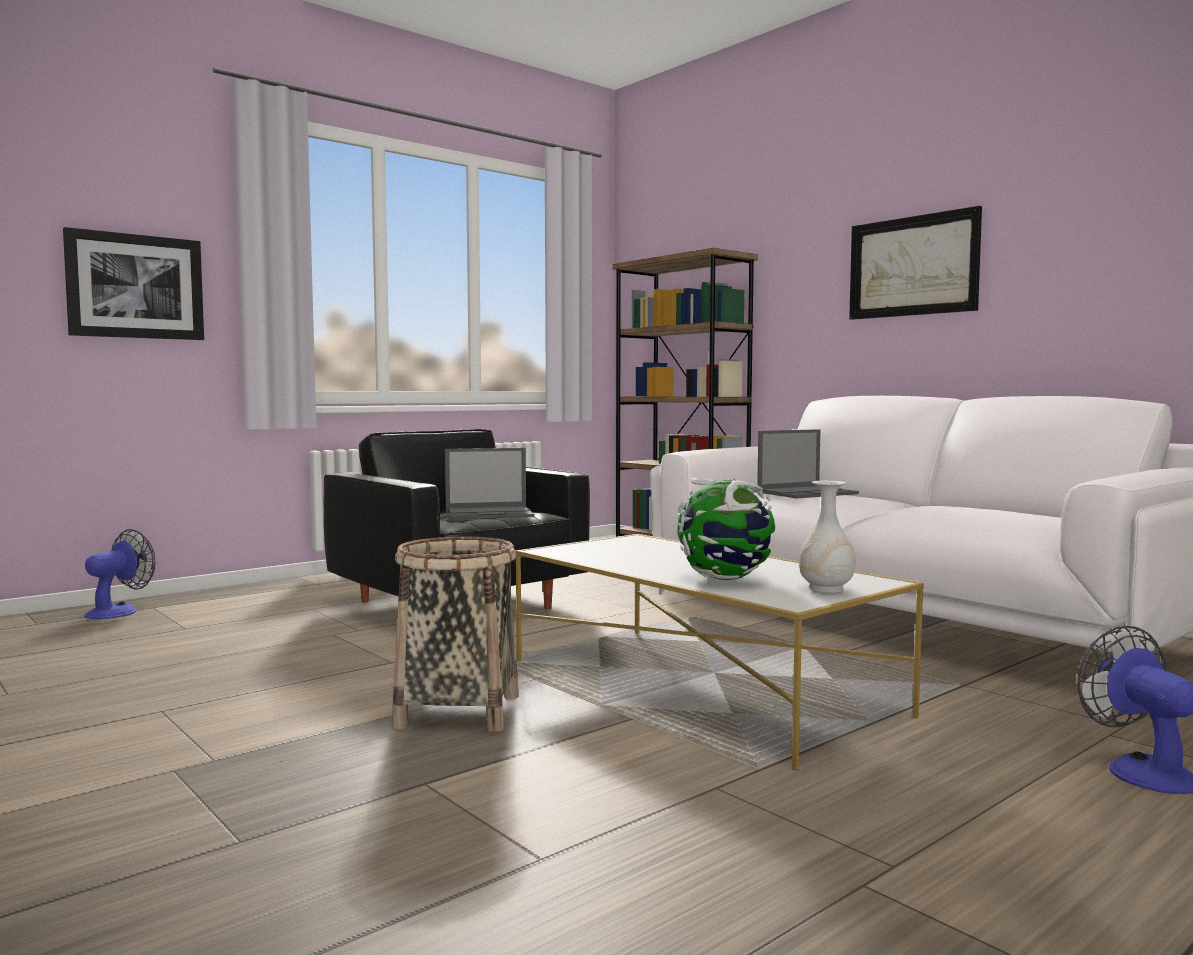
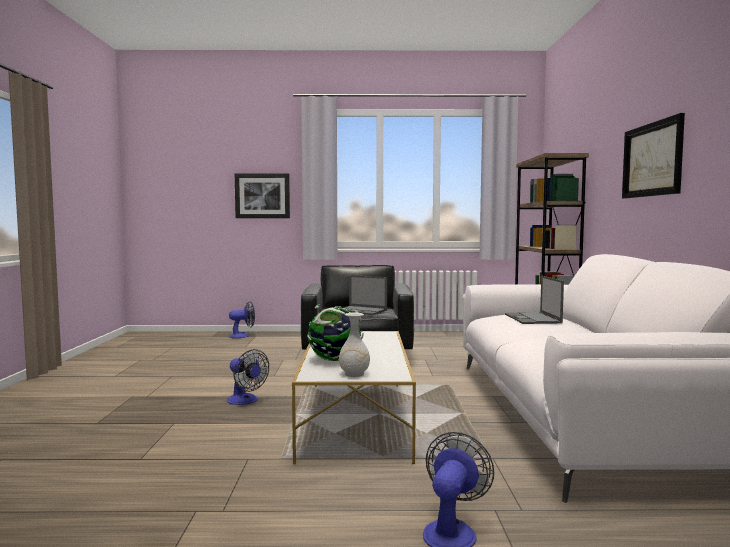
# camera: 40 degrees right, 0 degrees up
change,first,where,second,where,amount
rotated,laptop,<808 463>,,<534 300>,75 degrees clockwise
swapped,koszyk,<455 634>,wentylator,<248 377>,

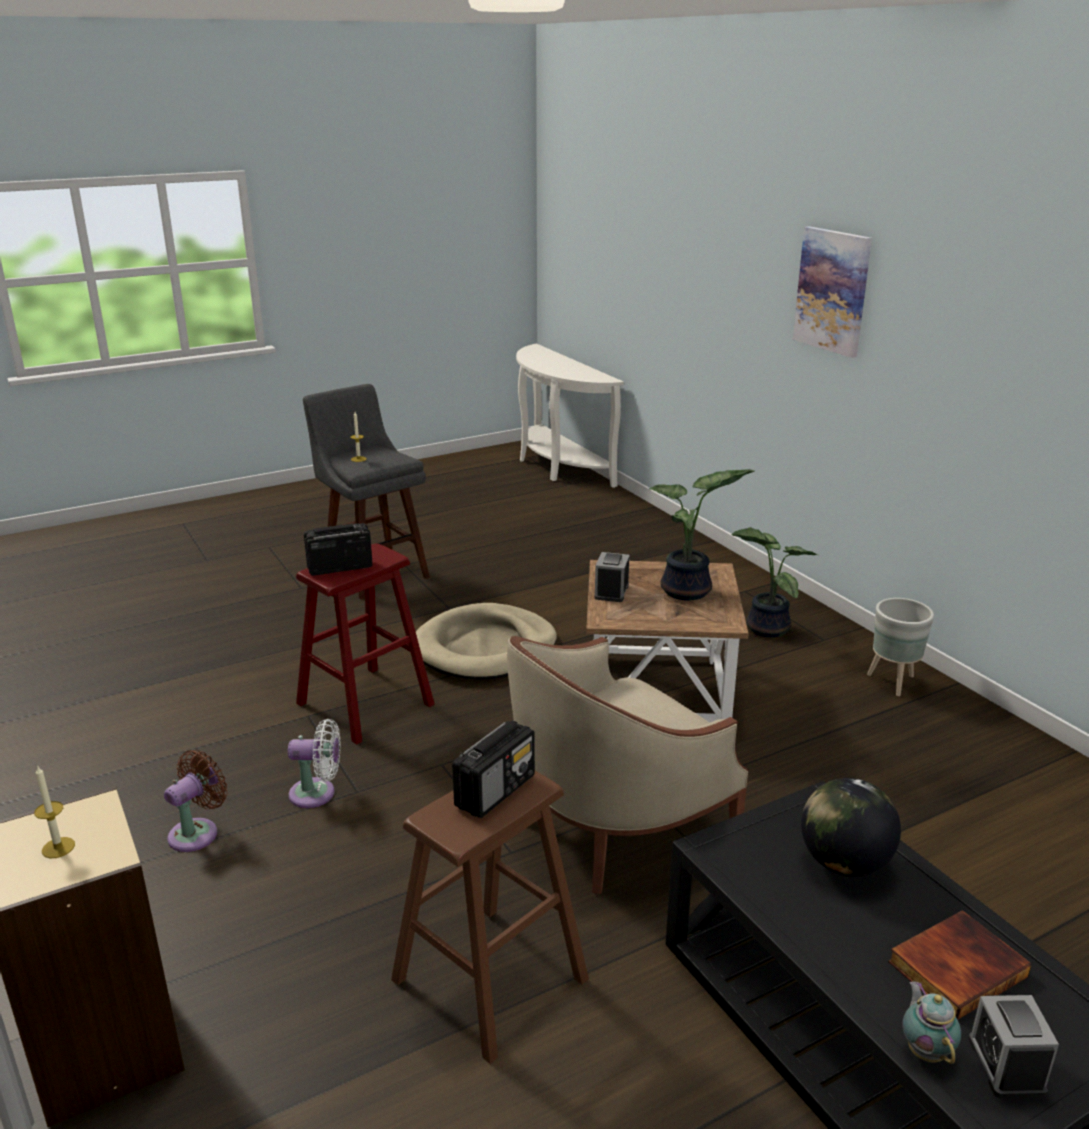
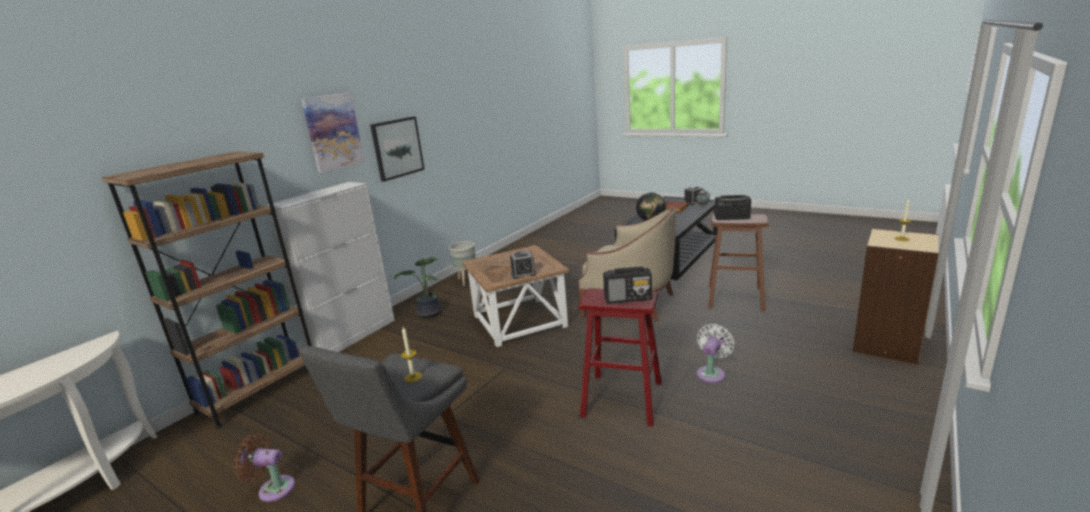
# camera: 115 degrees left, 5 degrees down
change,first,where,second,where,amount
gone,roślina doniczkowa,<702 534>,,,
rotated,radio,<338 549>,,<627 285>,45 degrees counterclockwise
gone,legowisko (beżowy),<486 641>,,,
rotated,wentylator (biały),<314 763>,,<716 353>,60 degrees clockwise
shifted,wentylator (brązowy),<196 801>,,<264 467>,
new,,,obraz,<397 149>,
new,,,regał (brązowy),<207 290>,
new,,,szafka (biały),<330 267>,

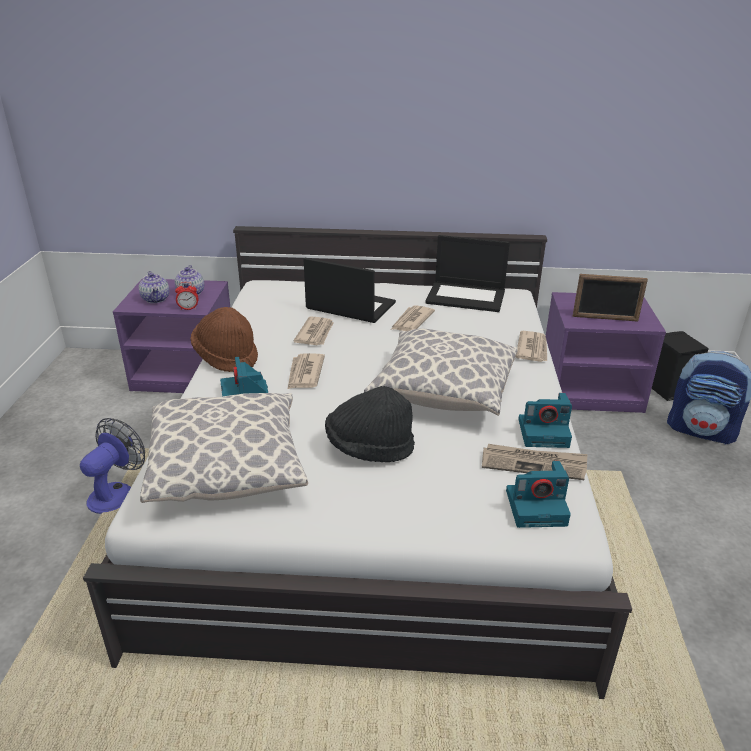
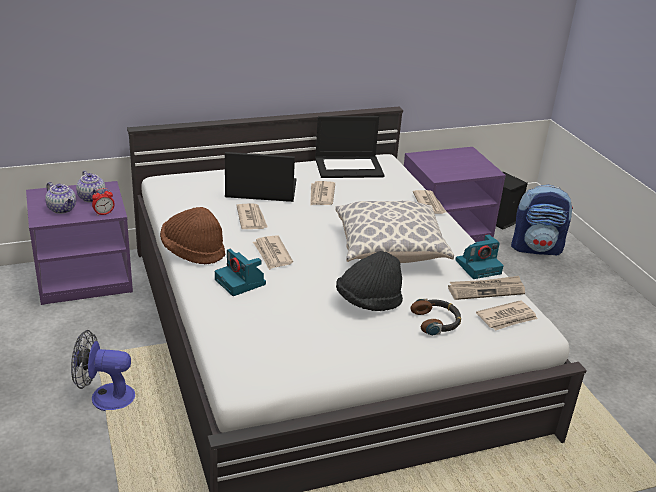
# camera: 25 degrees left, 0 degrees up
change,first,where,second,where,amount
gone,ramka na zdjęcie,<610 298>,,,
gone,poduszka,<224 448>,,,
rotated,wentylator,<112 466>,,<103 370>,90 degrees counterclockwise
swapped,aparat fotograficzny,<538 494>,gazeta,<507 315>,
new,,,słuchawki,<435 317>,

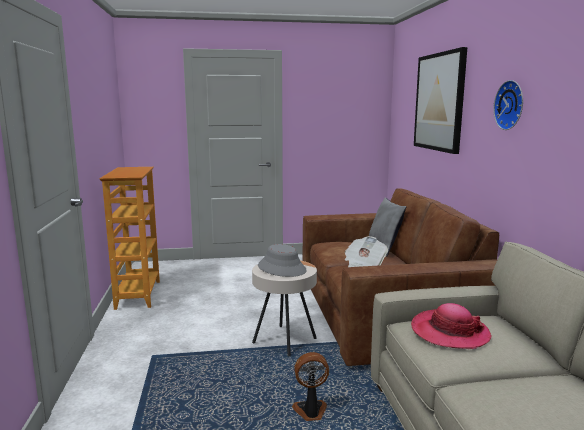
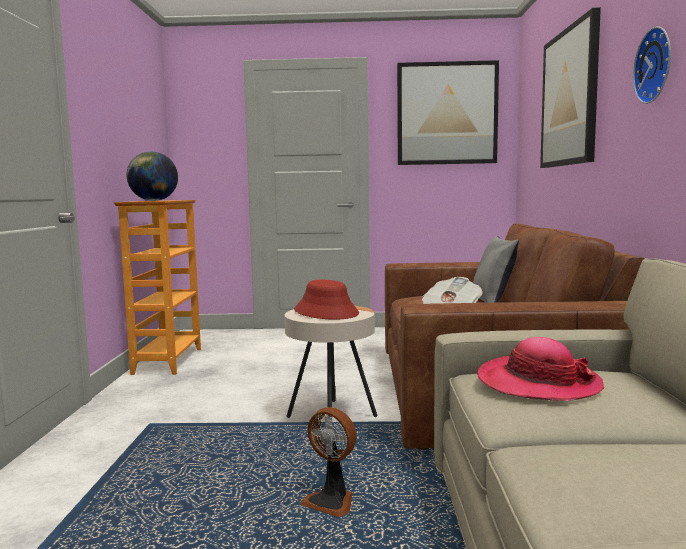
# camera: 10 degrees right, 5 degrees down
change,first,where,second,where,amount
repainted,kapelusz (szary),<282 260>,kapelusz (czerwony),<326 300>,
rotated,wentylator,<310 386>,,<329 462>,150 degrees counterclockwise
new,,,obraz,<448 112>,
new,,,globus,<152 176>,

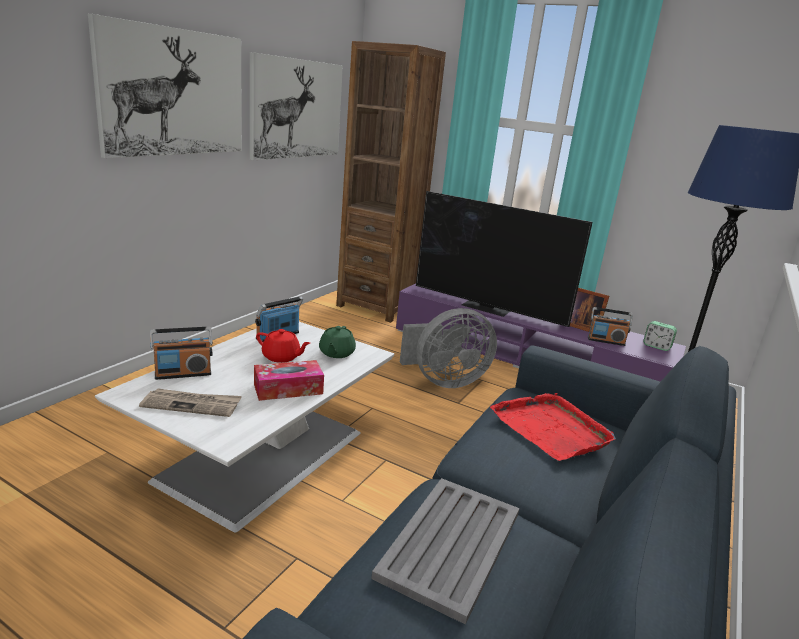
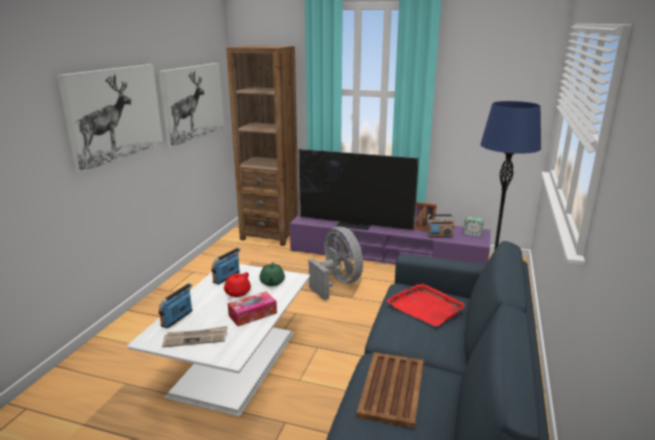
# camera: 10 degrees left, 0 degrees up
change,first,where,second,where,amount
rotated,wentylator (szary),<448 348>,,<336 263>,90 degrees counterclockwise
rotated,radio,<181 353>,,<176 305>,150 degrees clockwise
rotated,imbryk (czerwony),<283 346>,,<237 284>,105 degrees clockwise
repainted,taca (szary),<445 551>,taca (brązowy),<390 390>,

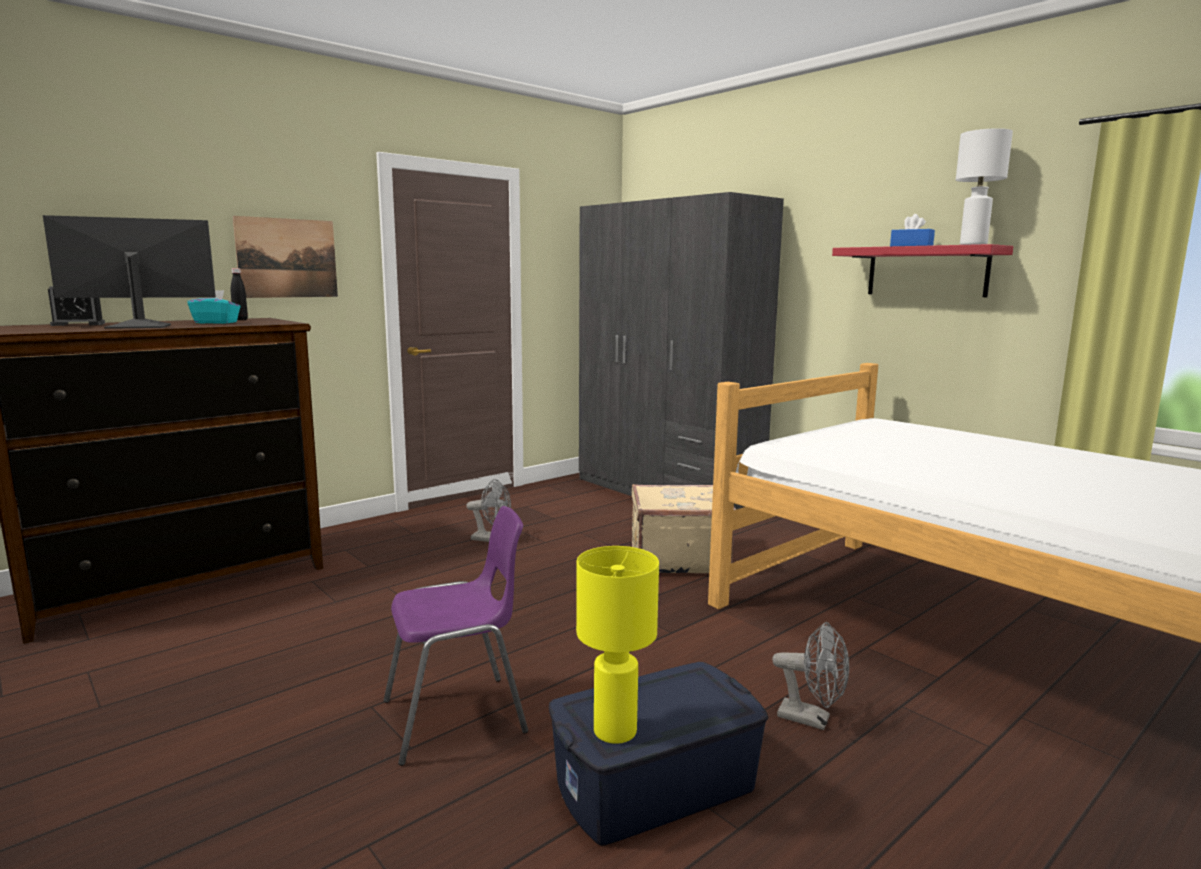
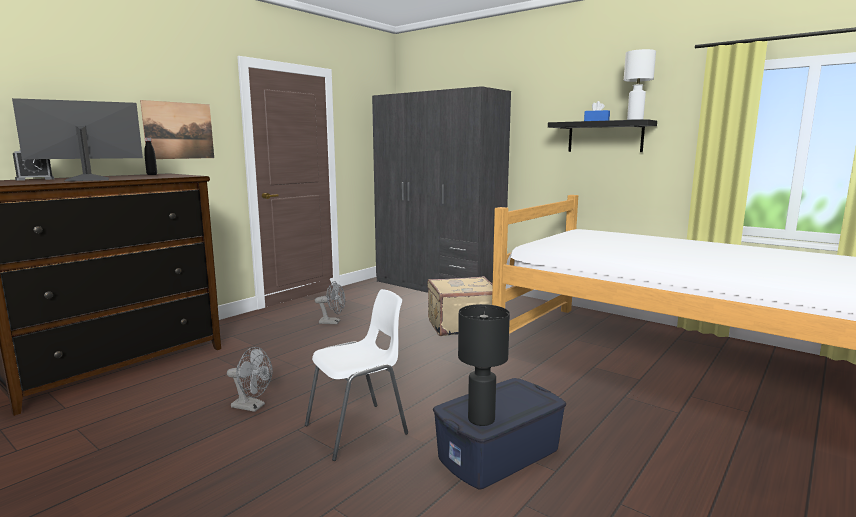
# camera: 10 degrees left, 0 degrees up
change,first,where,second,where,amount
repainted,półka (czerwony),<922 270>,półka (czarny),<602 135>,
gone,pudełko chusteczek (turkusowy),<214 307>,,,
repainted,krzesło (fioletowy),<456 636>,krzesło (biały),<356 375>,
repainted,lampa stołowa (żółty),<617 645>,lampa stołowa (czarny),<484 365>,
shifted,wentylator (szary),<810 676>,,<249 379>,

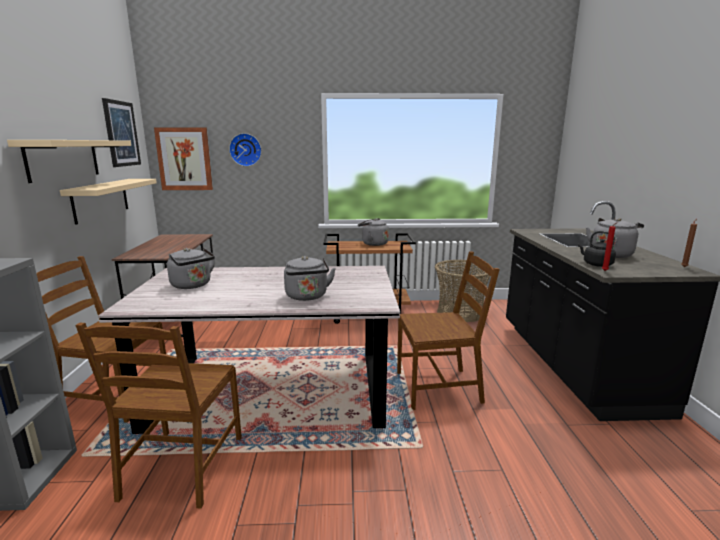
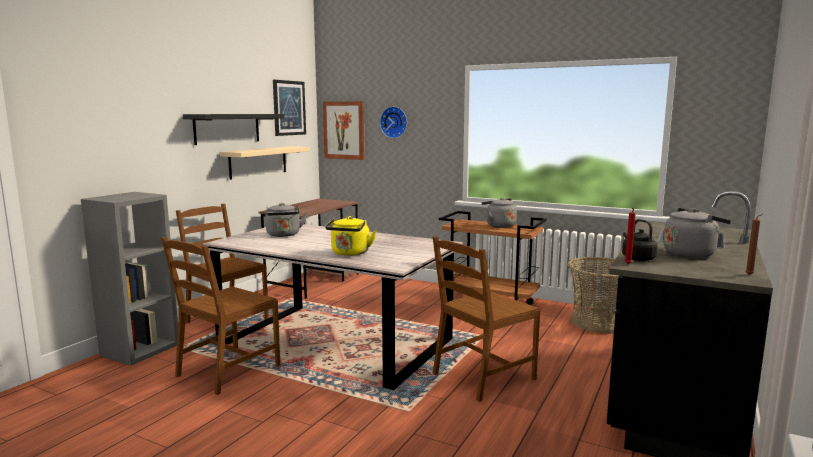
# camera: 30 degrees right, 5 degrees down
change,first,where,second,where,amount
repainted,półka (beżowy),<69 161>,półka (czarny),<233 129>,
rotated,krzesło (brązowy),<448 330>,,<486 319>,120 degrees clockwise
repainted,czajnik (szary),<310 278>,czajnik (żółty),<350 236>,

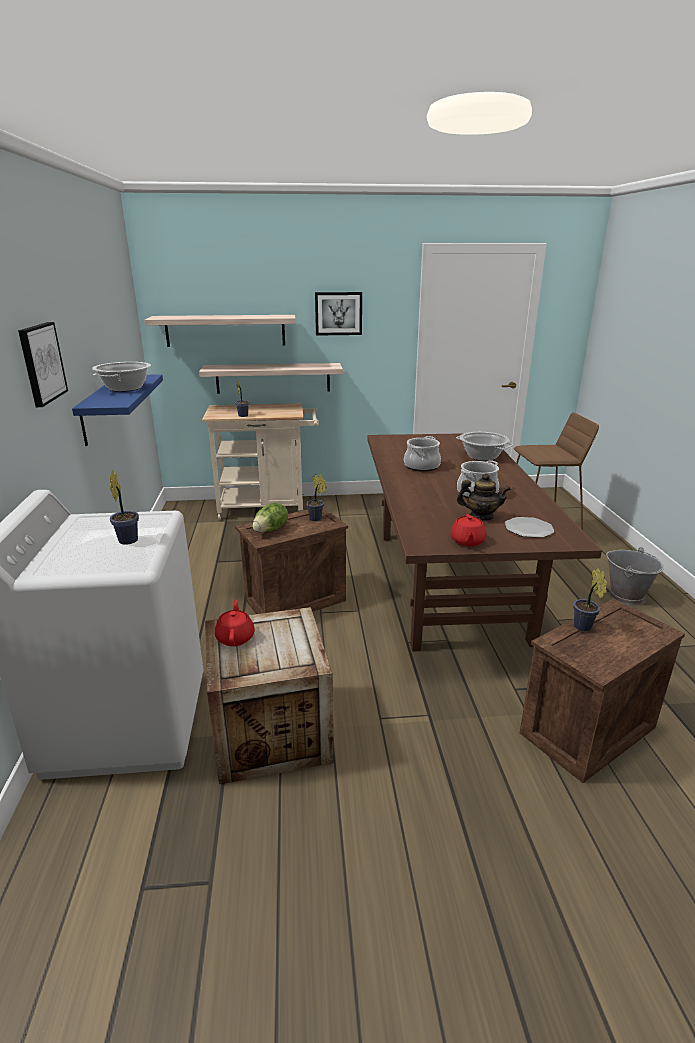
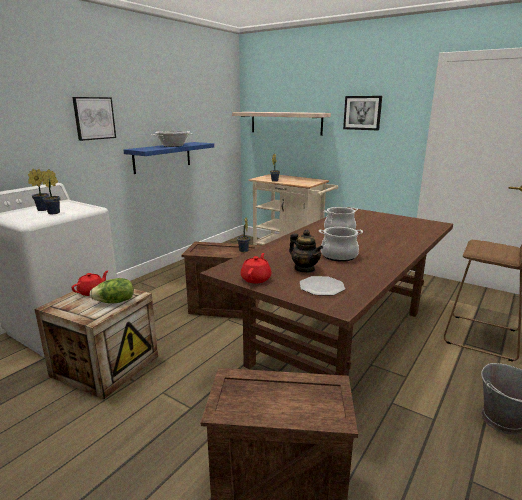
# camera: 40 degrees right, 5 degrees down
change,first,where,second,where,amount
gone,półka,<271 378>,,,
gone,garnek,<485 446>,,,
shifted,sałata,<270 517>,,<111 290>,
rotated,imbryk (czerwony),<468 530>,,<256 268>,150 degrees clockwise
shifted,roślina doniczkowa,<590 599>,,<38 190>,

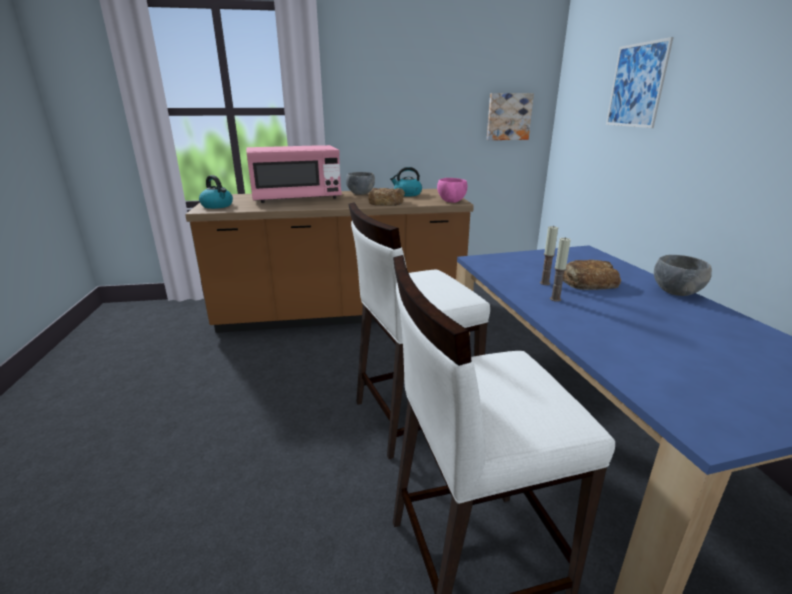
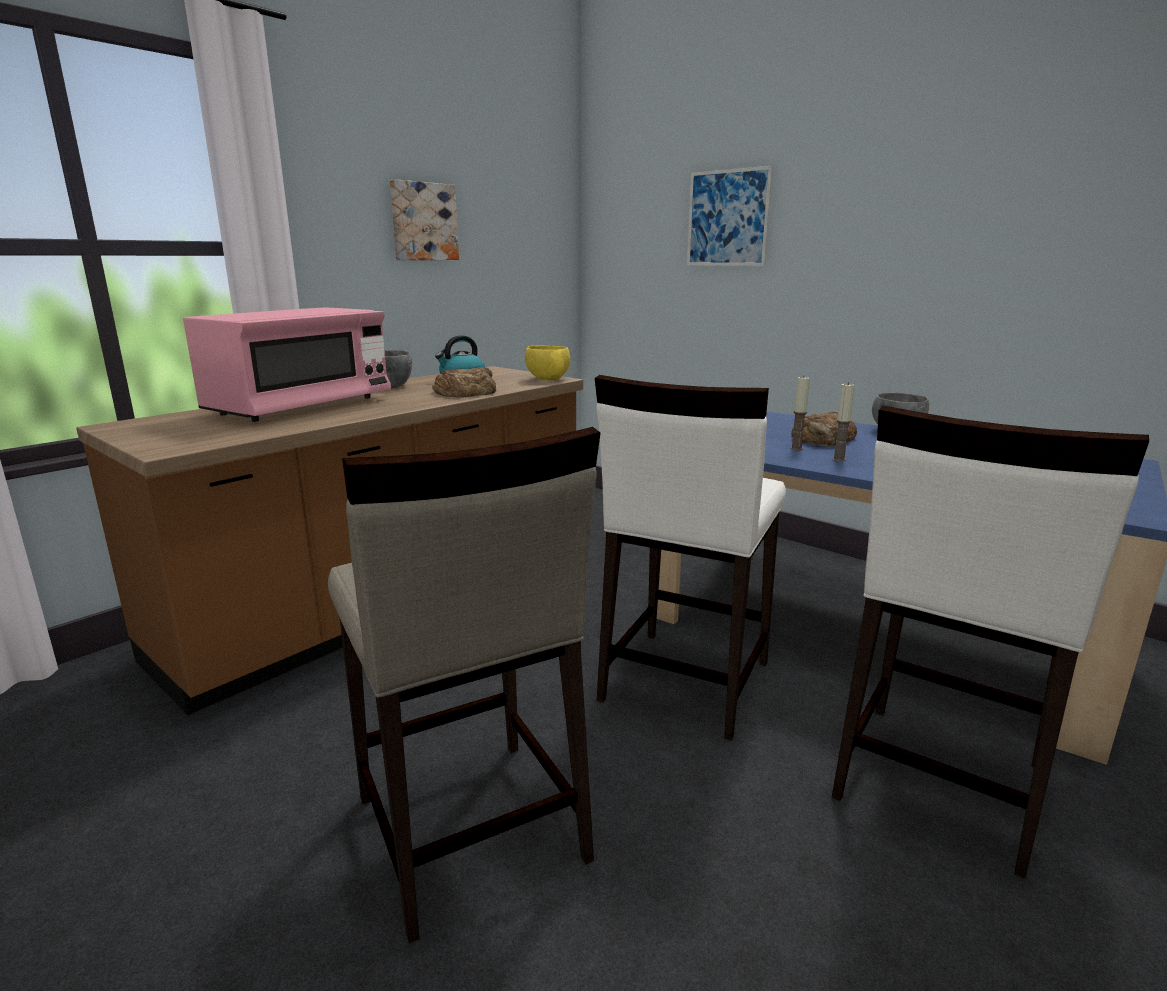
# camera: 40 degrees left, 5 degrees down
change,first,where,second,where,amount
shifted,obraz,<510 116>,,<424 219>,
gone,czajnik,<216 192>,,,
repainted,miska (różowy),<452 190>,miska (żółty),<547 363>,
new,,,stołek (beżowy),<464 685>,

